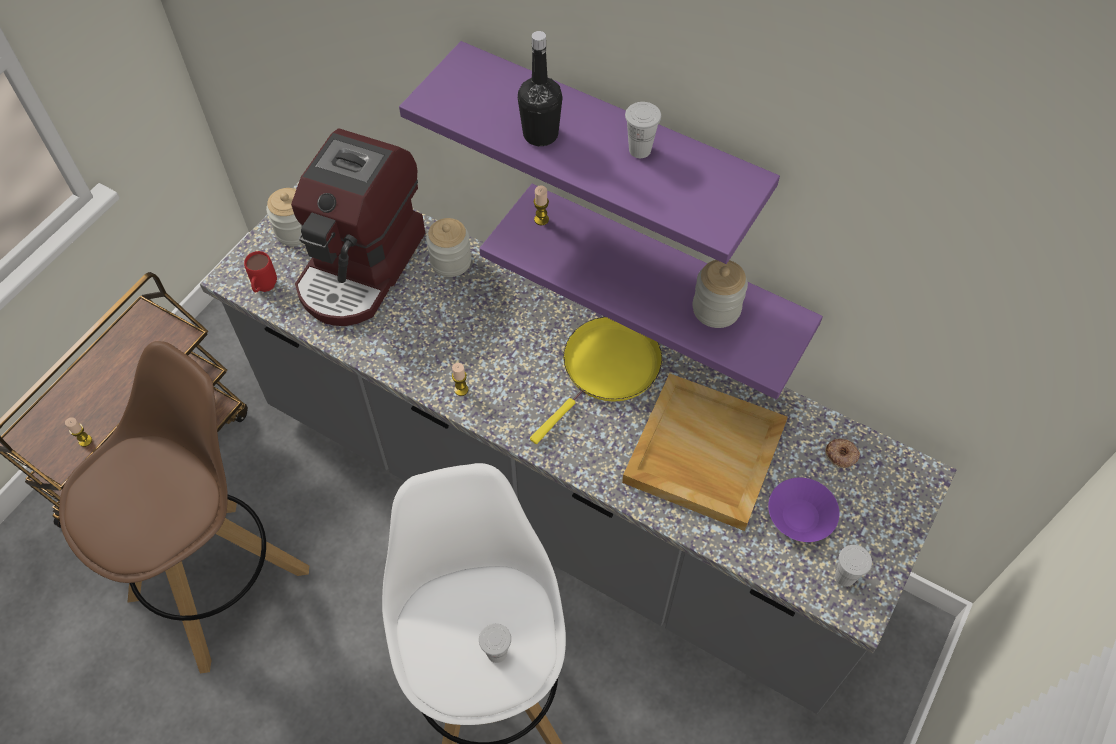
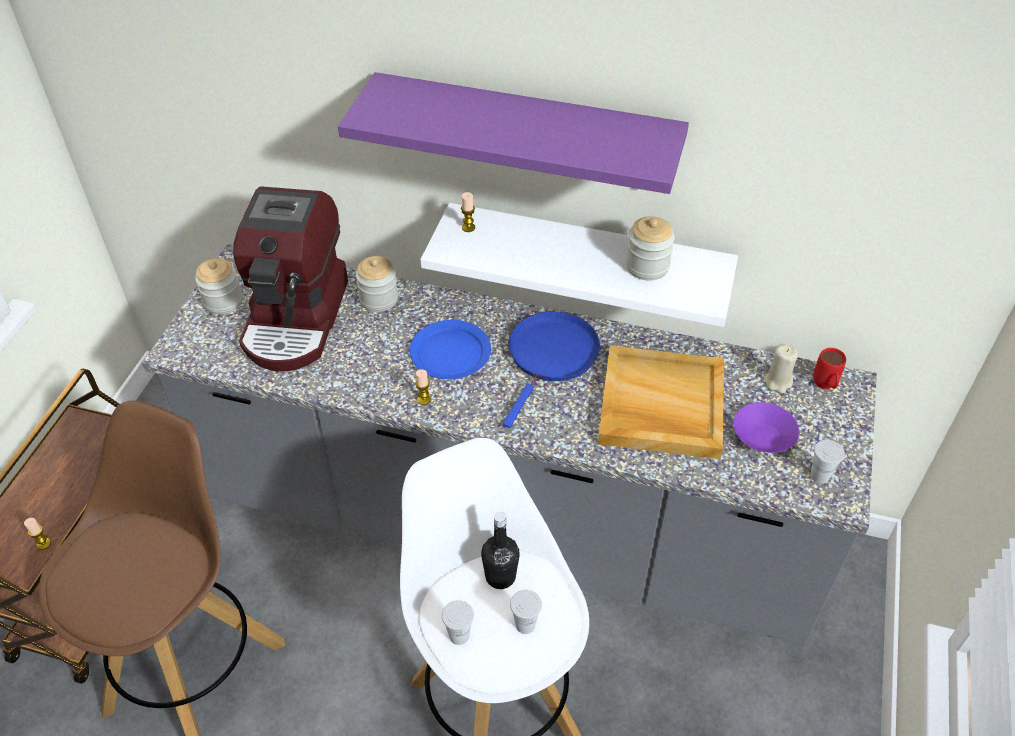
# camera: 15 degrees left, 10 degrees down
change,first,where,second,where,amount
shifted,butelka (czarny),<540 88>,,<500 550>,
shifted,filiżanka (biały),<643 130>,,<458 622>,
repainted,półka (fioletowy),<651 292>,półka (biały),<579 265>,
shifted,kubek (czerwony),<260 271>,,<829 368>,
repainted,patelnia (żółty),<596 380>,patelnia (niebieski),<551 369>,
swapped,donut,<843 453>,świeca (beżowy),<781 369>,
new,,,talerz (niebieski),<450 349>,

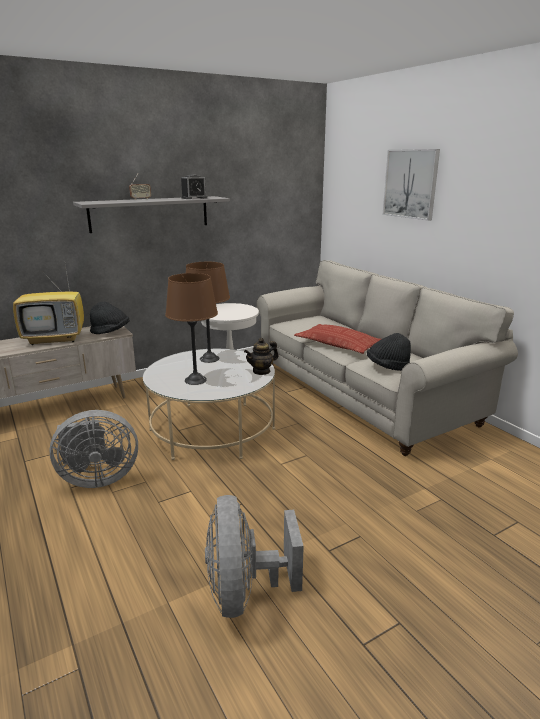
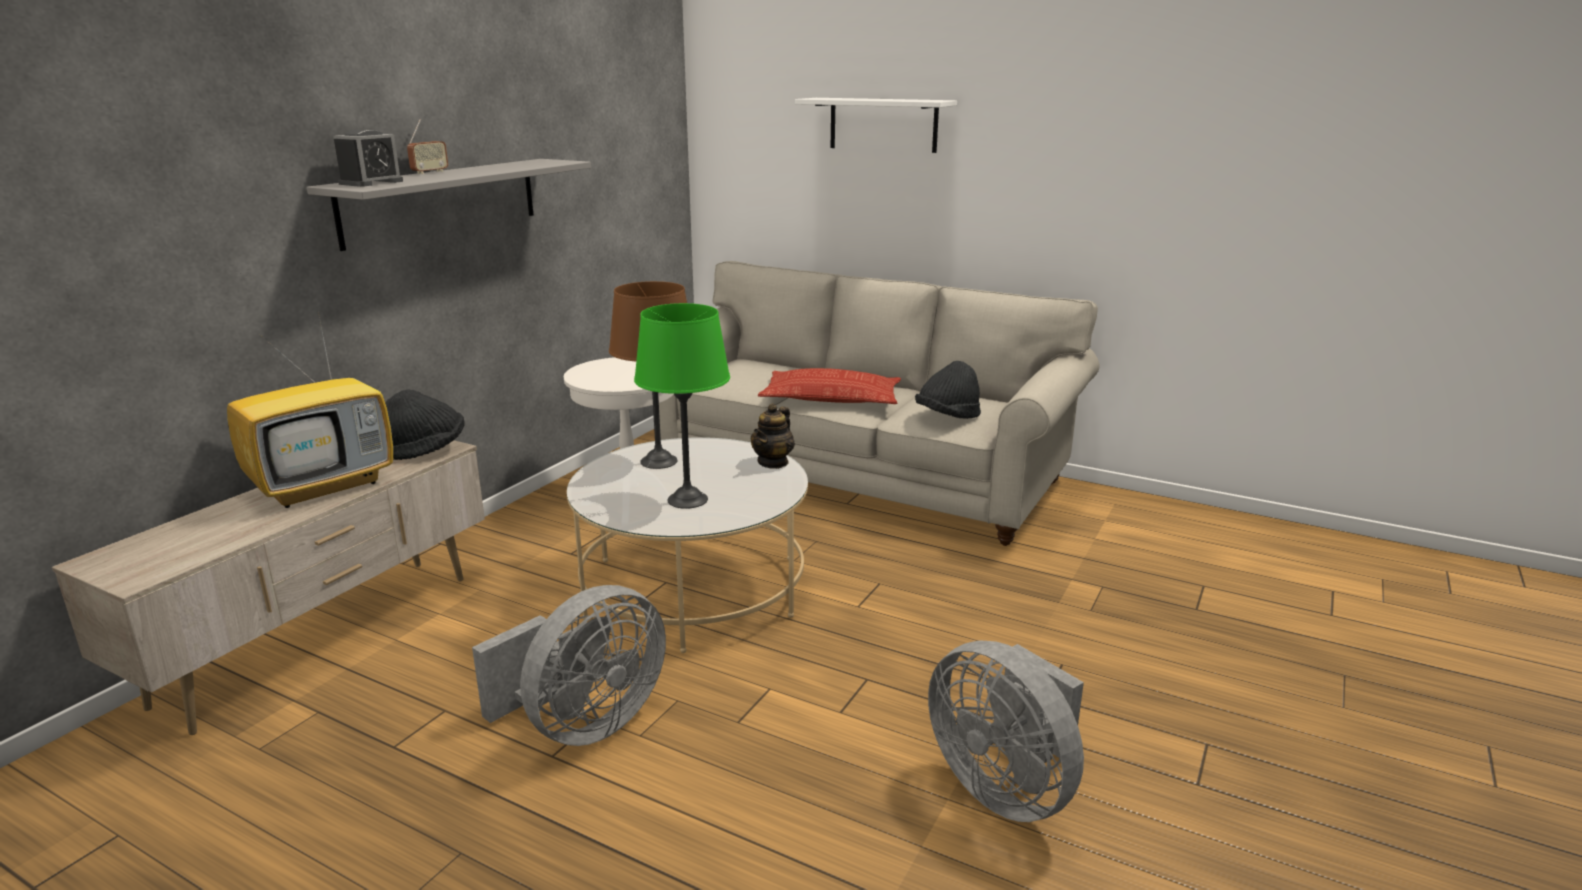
# camera: 30 degrees left, 0 degrees up
change,first,where,second,where,amount
swapped,obraz,<411 185>,półka (biały),<876 125>,
shifted,budzik,<194 187>,,<368 158>,
repainted,lampa stołowa (brązowy),<191 329>,lampa stołowa (zielony),<682 406>,

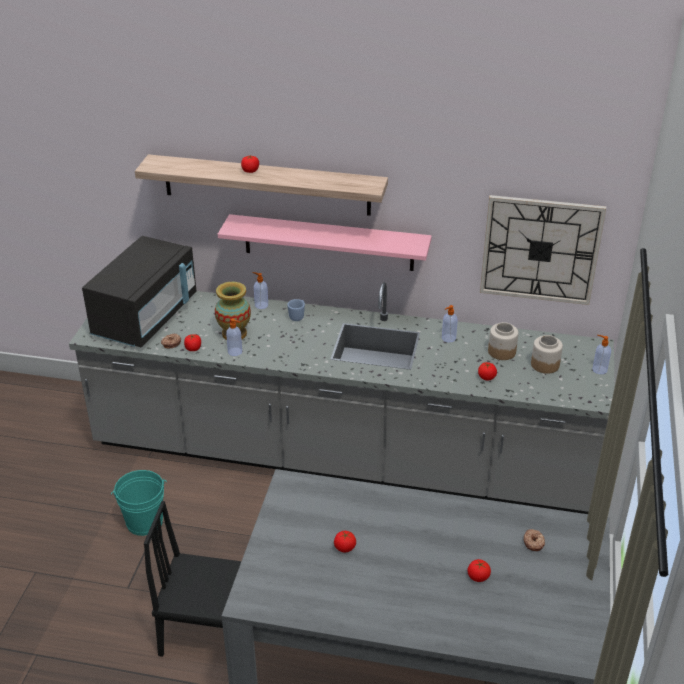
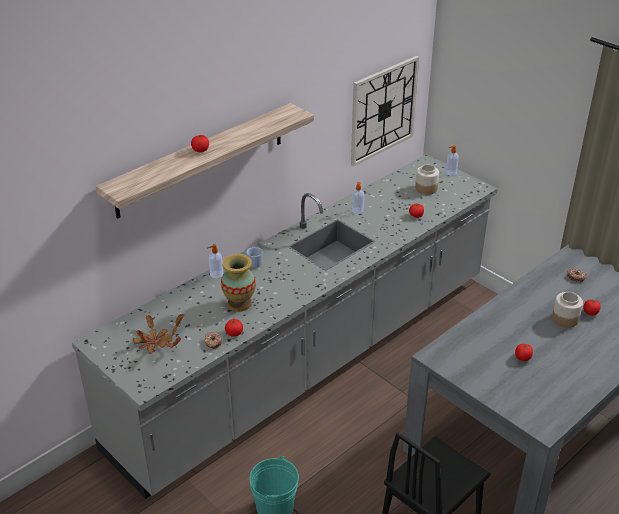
# camera: 55 degrees left, 0 degrees up
change,first,where,second,where,amount
gone,półka (różowy),<325 242>,,,
swapped,mikrofalówka (czarny),<139 291>,roślina doniczkowa,<158 334>,
gone,dozownik mydła,<234 337>,,,
shifted,słoik,<503 341>,,<567 310>,

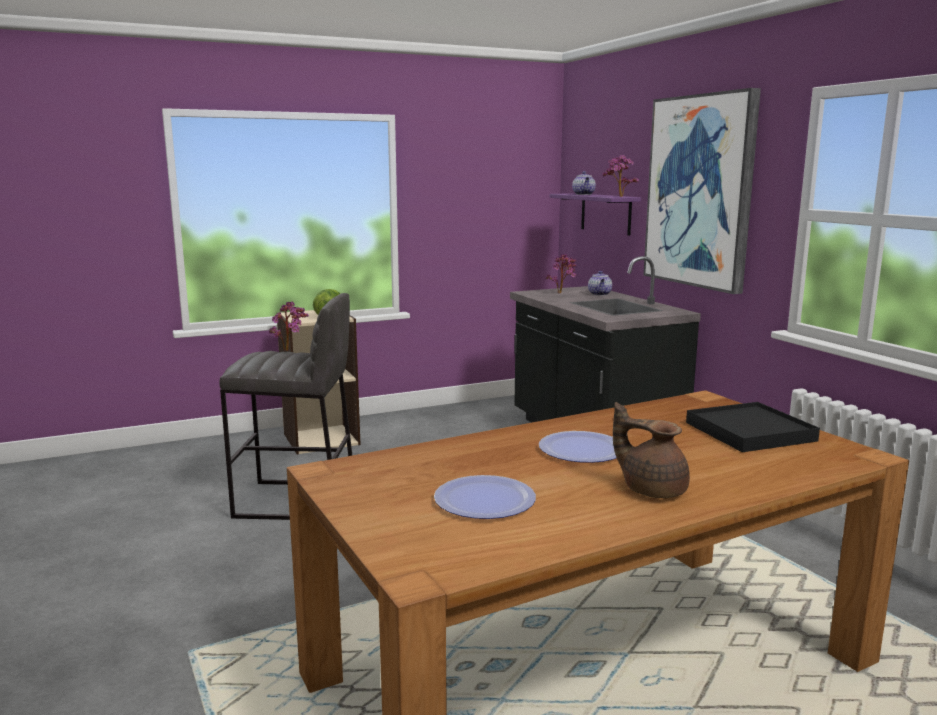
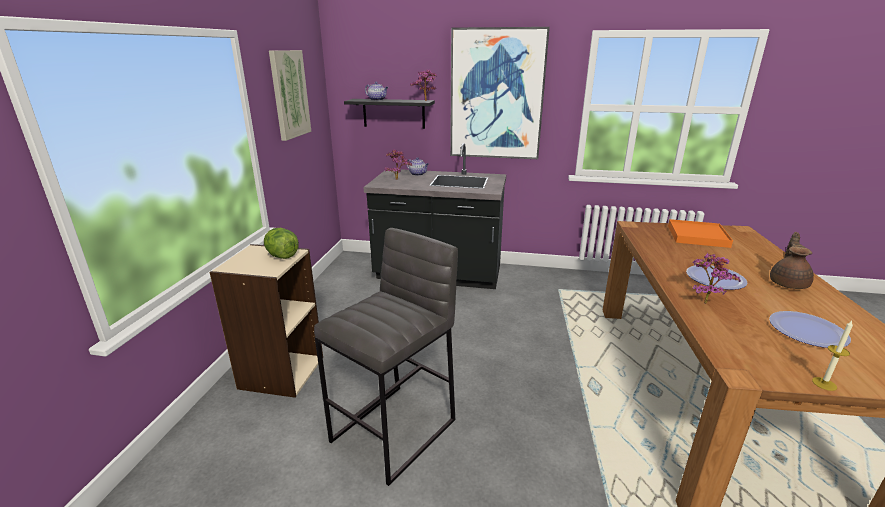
# camera: 55 degrees left, 10 degrees up
change,first,where,second,where,amount
repainted,półka (fioletowy),<595 214>,półka (czarny),<389 114>,
shifted,roślina doniczkowa,<289 326>,,<716 278>,
rotated,imbryk (brązowy),<651 450>,,<792 260>,135 degrees clockwise
repainted,taca (czarny),<753 427>,taca (pomarańczowy),<700 233>,
new,,,obraz,<290 95>,
new,,,świeca,<832 356>,

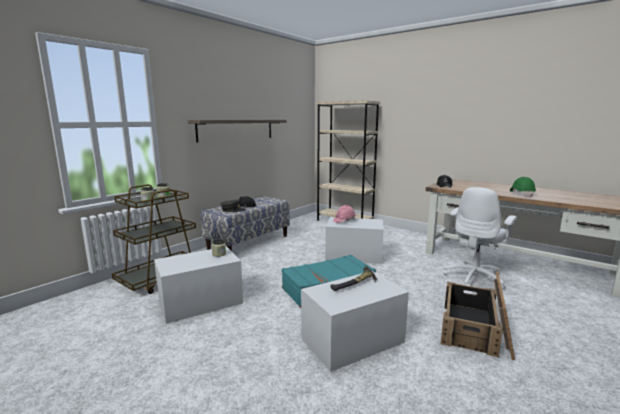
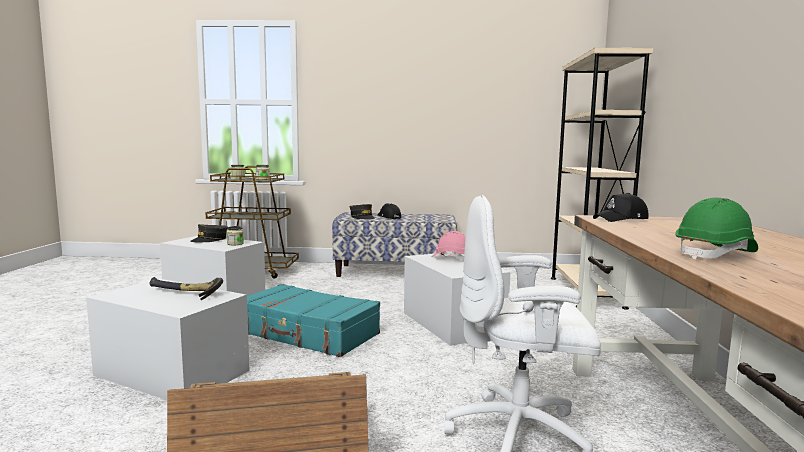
# camera: 55 degrees right, 5 degrees down
change,first,where,second,where,amount
gone,półka,<237 131>,,,
new,,,czapka z daszkiem (szary),<209 233>,

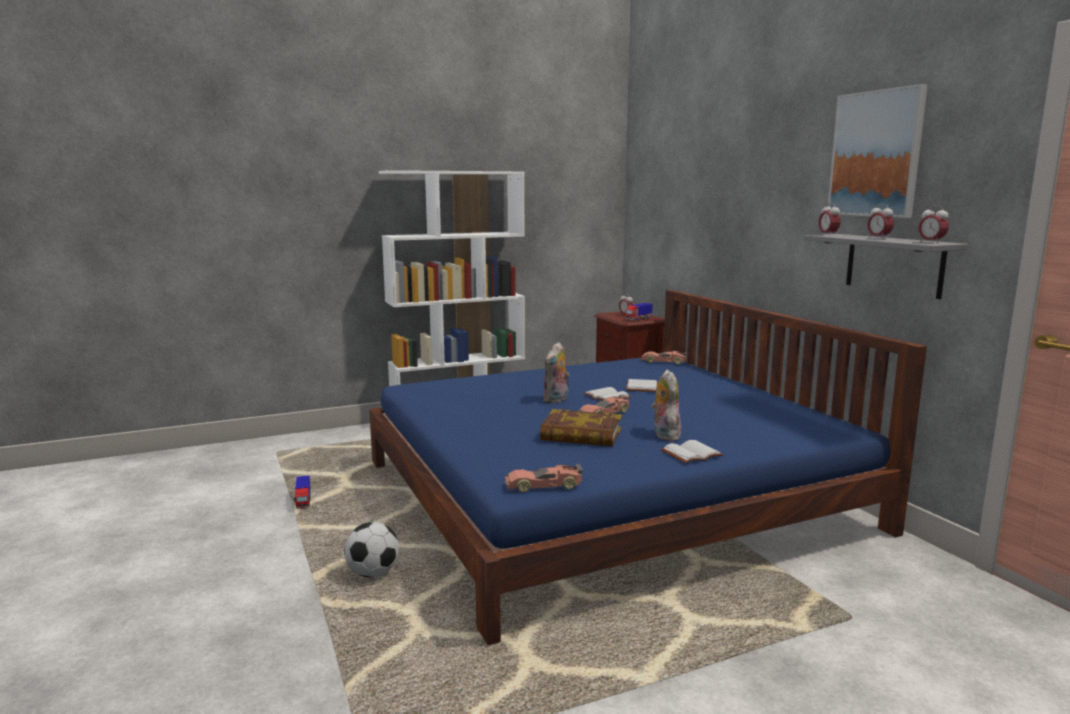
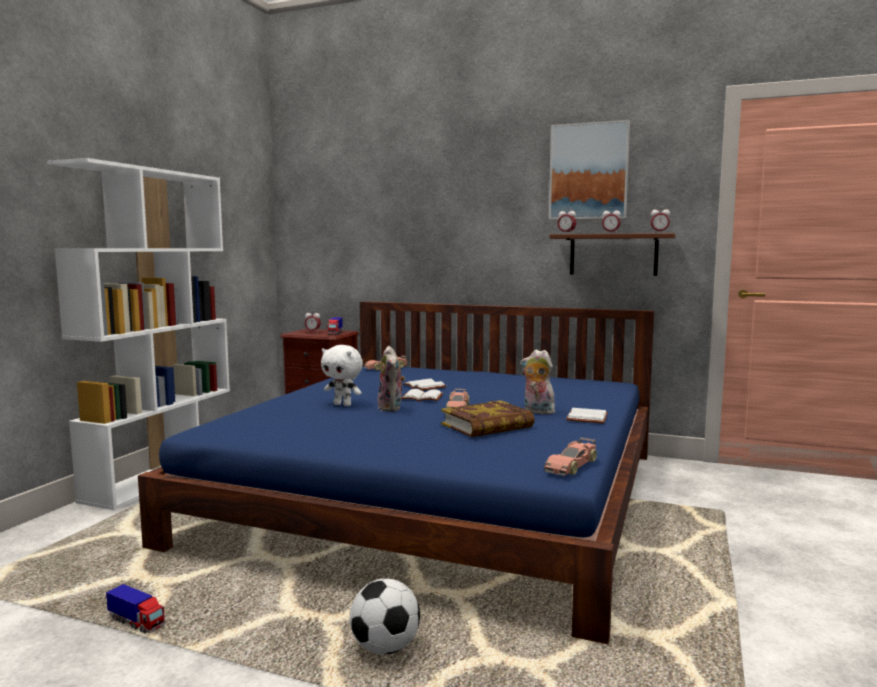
# camera: 45 degrees left, 5 degrees down
change,first,where,second,where,amount
repainted,półka (szary),<886 266>,półka (brązowy),<613 254>,
new,,,pluszak (biały),<342 375>,

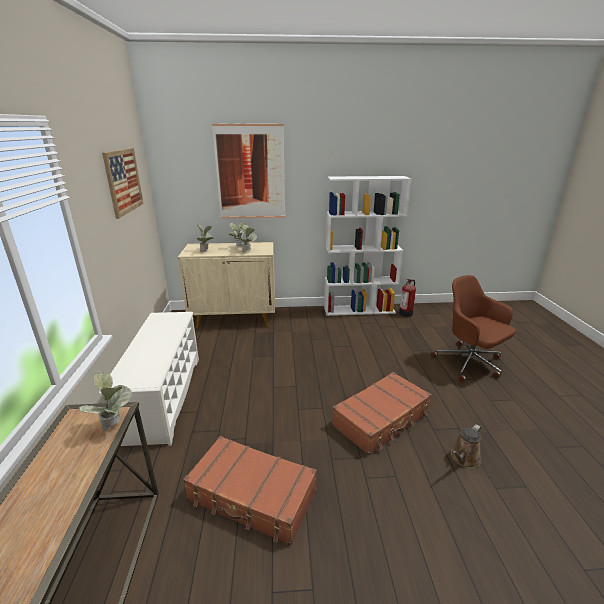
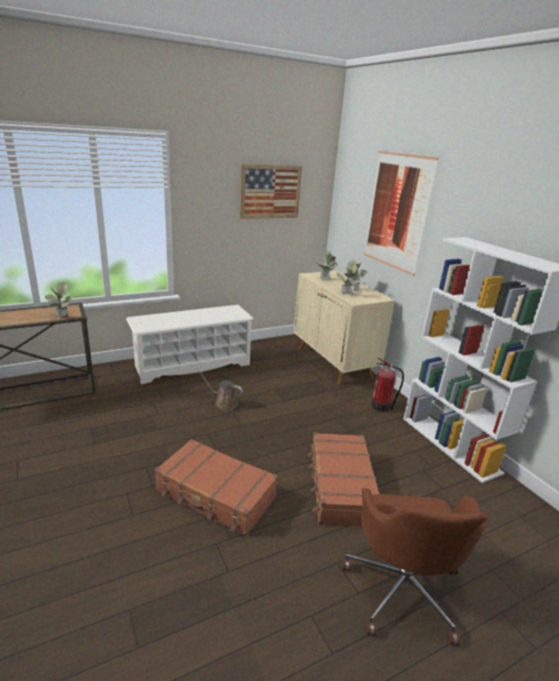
# camera: 65 degrees right, 0 degrees up
change,first,where,second,where,amount
rotated,krzesło biurowe (brązowy),<473 328>,,<414 567>,150 degrees clockwise
shifted,gaśnica,<407 298>,,<387 385>,
shifted,konewka (brązowy),<466 446>,,<220 391>,
shifted,walizka (brązowy),<250 491>,,<343 479>,

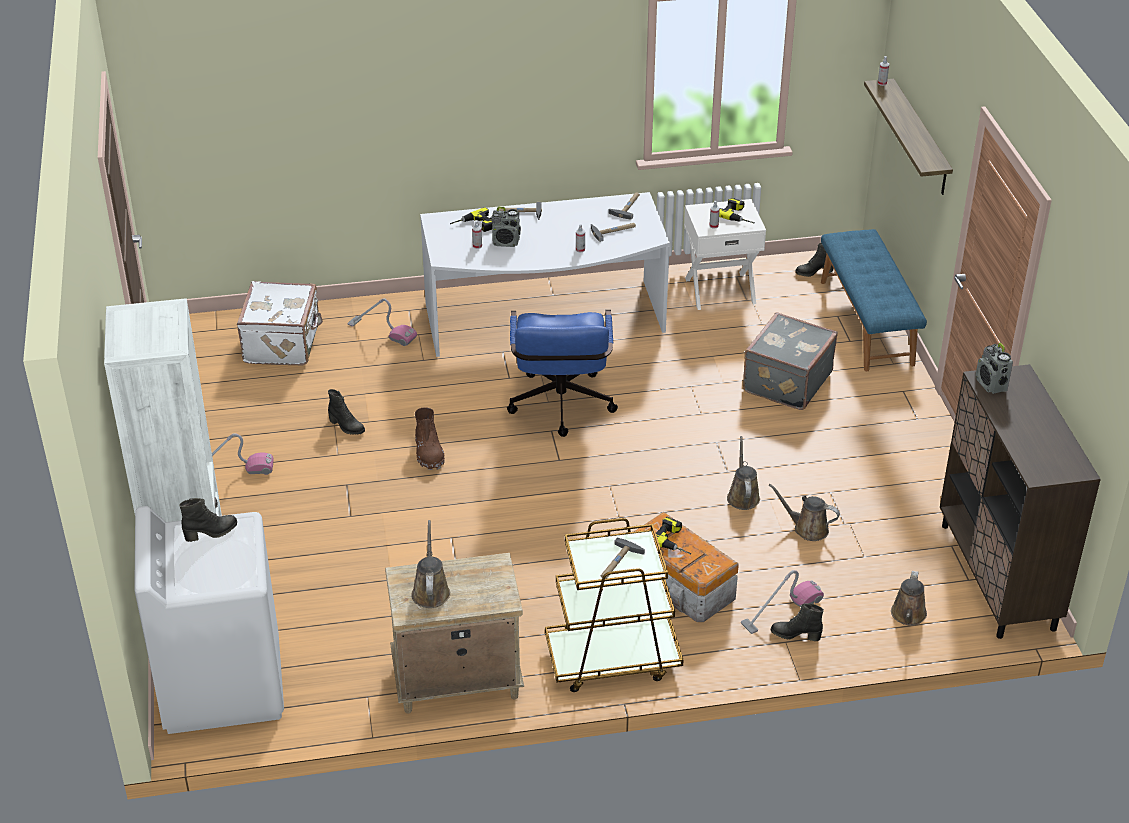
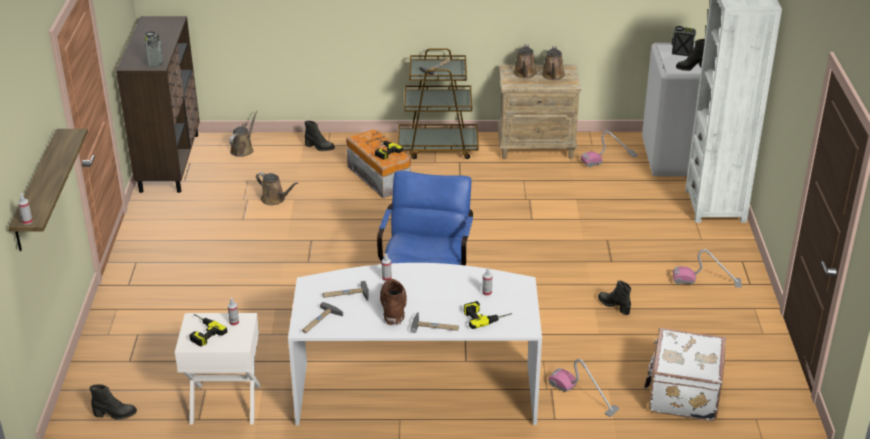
# camera: 170 degrees left, 5 degrees down
change,first,where,second,where,amount
shifted,radio,<506 227>,,<684 41>,
gone,ławka (niebieski),<874 300>,,,
gone,walizka (szary),<790 361>,,,
shifted,but z cholewką (brązowy),<430 438>,,<393 302>,
shifted,konewka (brązowy),<743 473>,,<525 61>,
shifted,odkurzacz,<782 602>,,<609 149>,

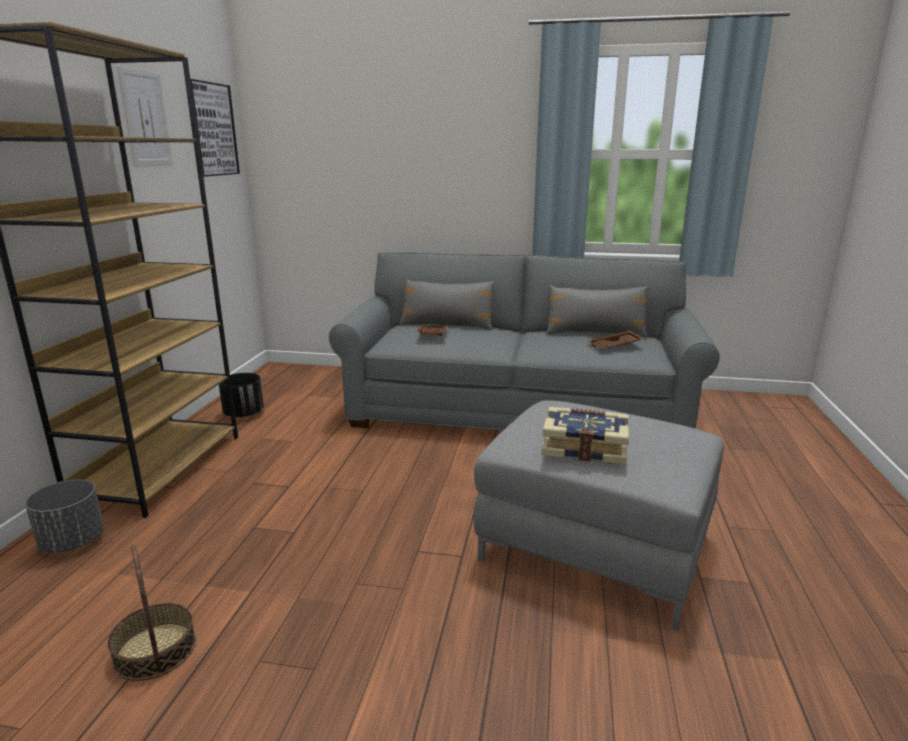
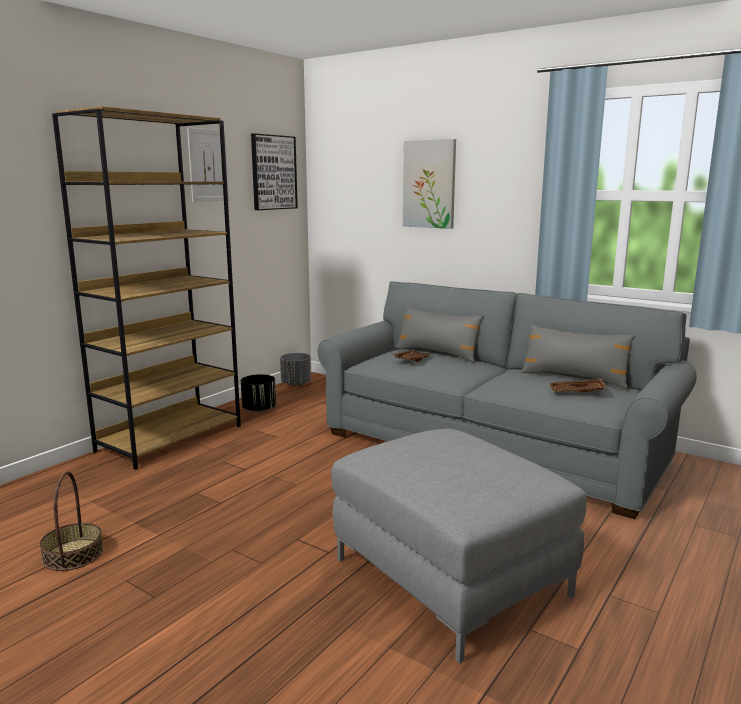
# camera: 25 degrees right, 5 degrees down
change,first,where,second,where,amount
gone,książka,<585 436>,,,
shifted,donica (szary),<64 516>,,<295 369>,
new,,,obraz,<429 184>,

